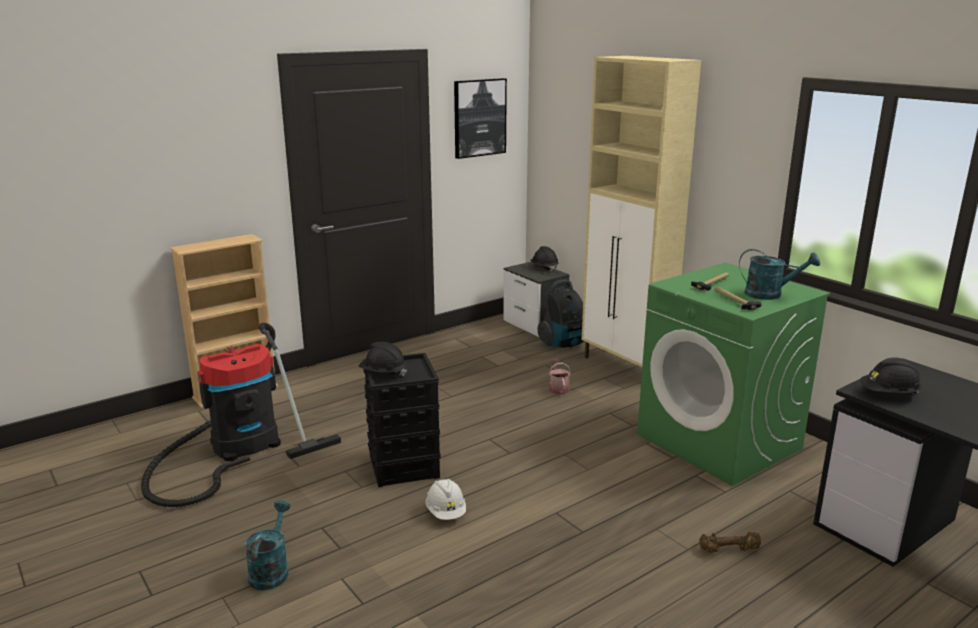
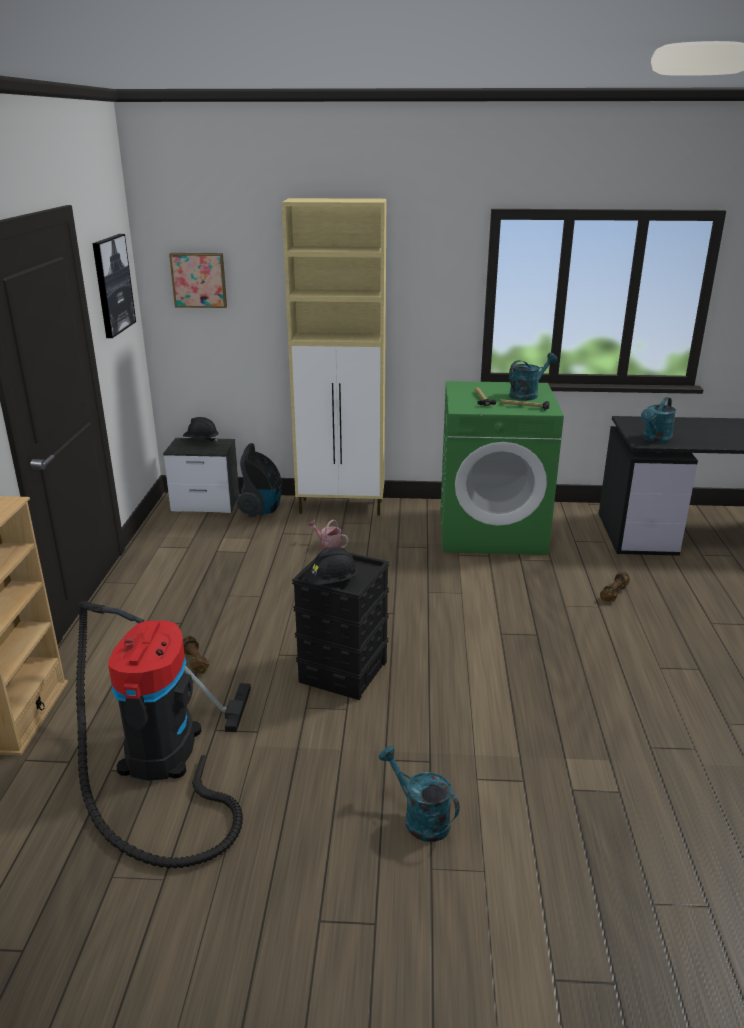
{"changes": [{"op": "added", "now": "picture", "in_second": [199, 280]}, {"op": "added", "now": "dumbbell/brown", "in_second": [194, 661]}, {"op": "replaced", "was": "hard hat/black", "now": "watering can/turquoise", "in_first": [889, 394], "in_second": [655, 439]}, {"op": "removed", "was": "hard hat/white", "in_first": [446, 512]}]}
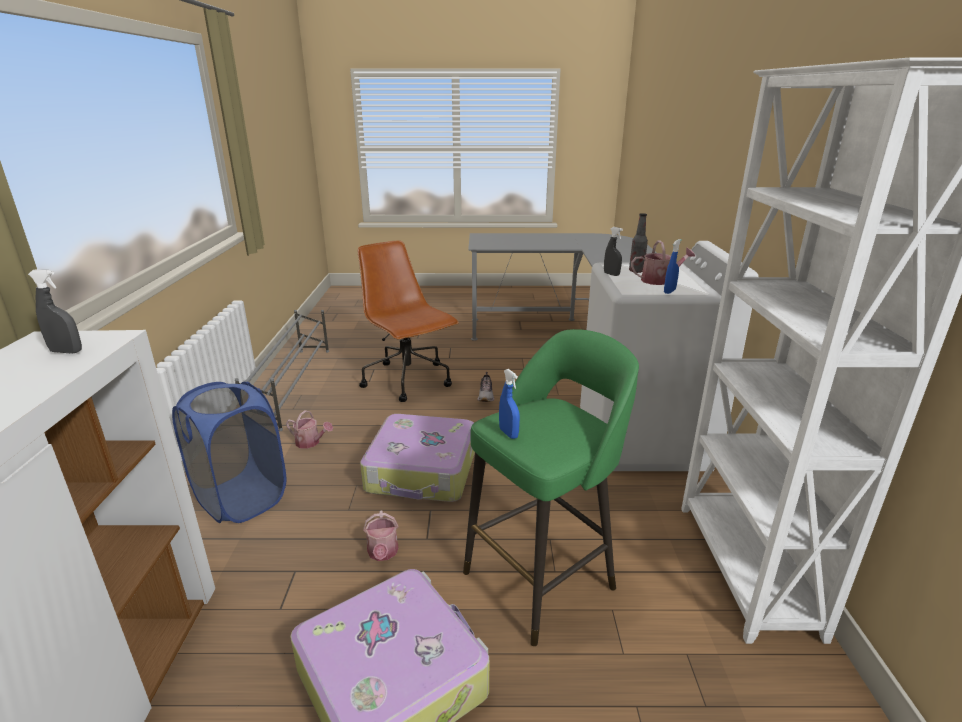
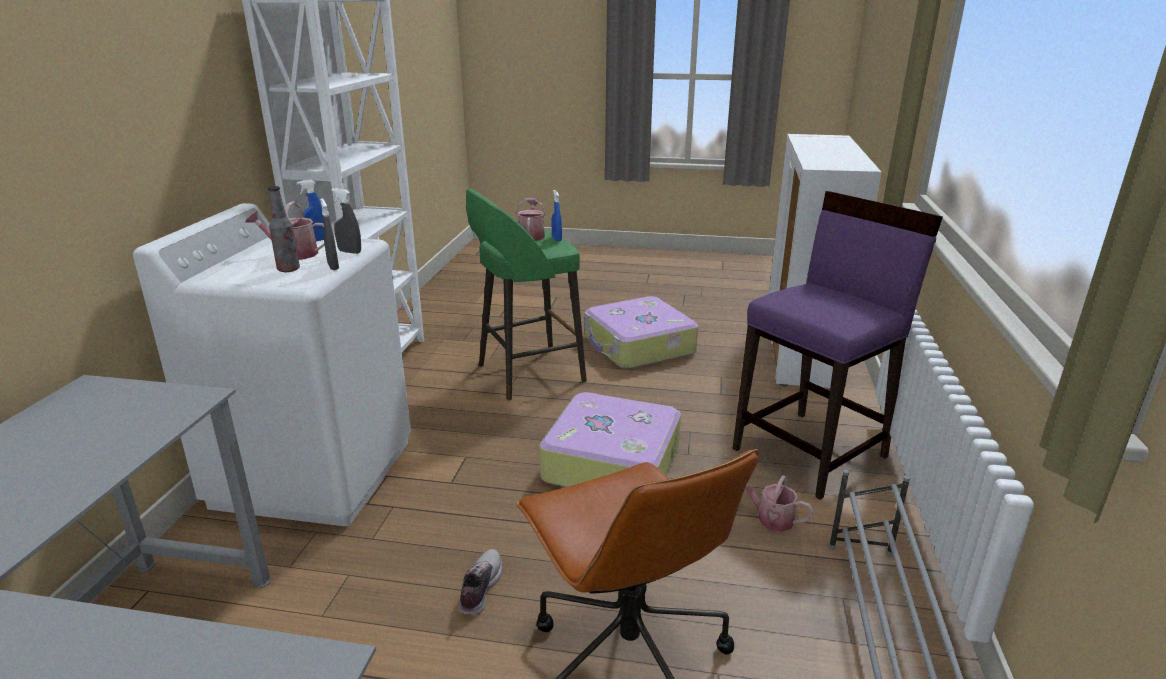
{"changes": [{"op": "moved", "was": "spray bottle/grey", "in_first": [66, 351], "in_second": [350, 252]}, {"op": "moved", "was": "watering can", "in_first": [383, 553], "in_second": [531, 235]}, {"op": "replaced", "was": "laundry basket/blue", "now": "stool/purple", "in_first": [241, 498], "in_second": [811, 452]}]}
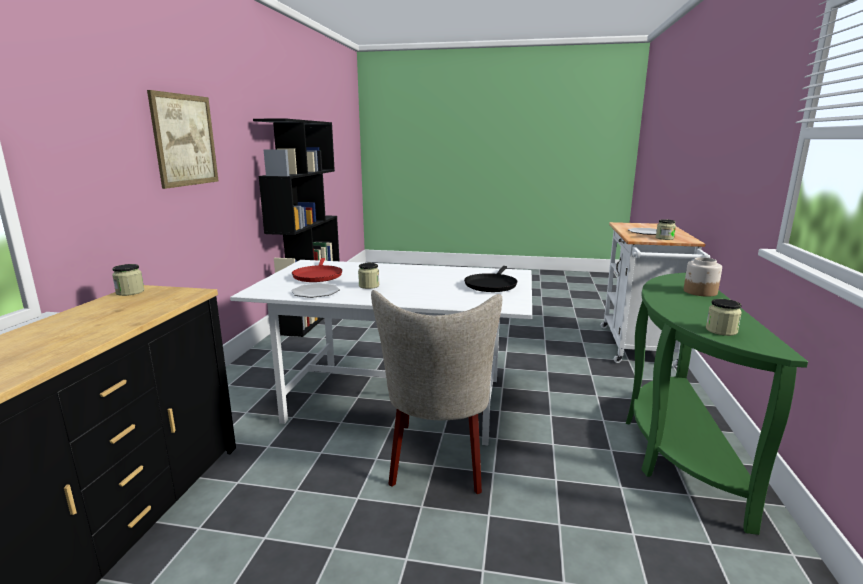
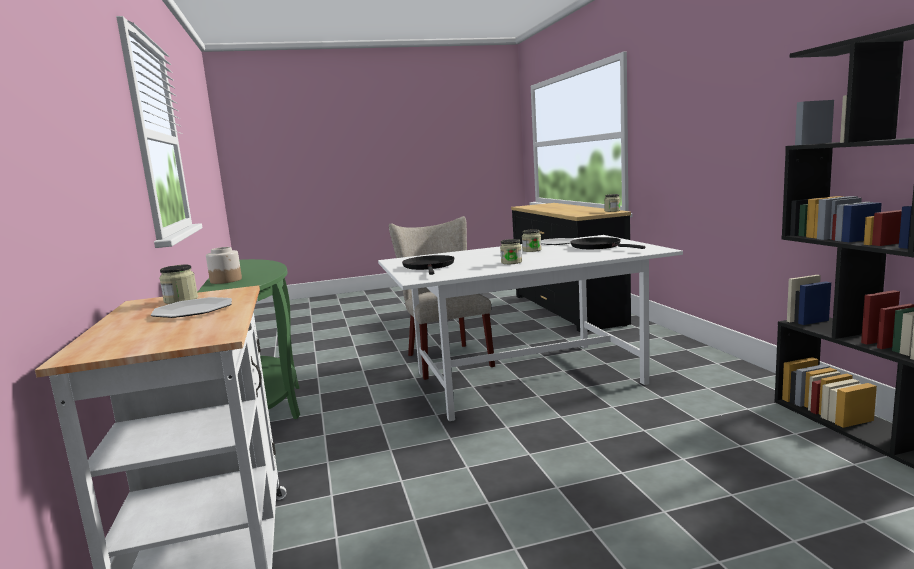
{"changes": [{"op": "moved", "was": "jar", "in_first": [721, 330], "in_second": [511, 262]}, {"op": "recoloured", "was": "frying pan/red", "now": "frying pan/black", "in_first": [317, 276], "in_second": [598, 247]}, {"op": "removed", "was": "picture", "in_first": [185, 140]}]}
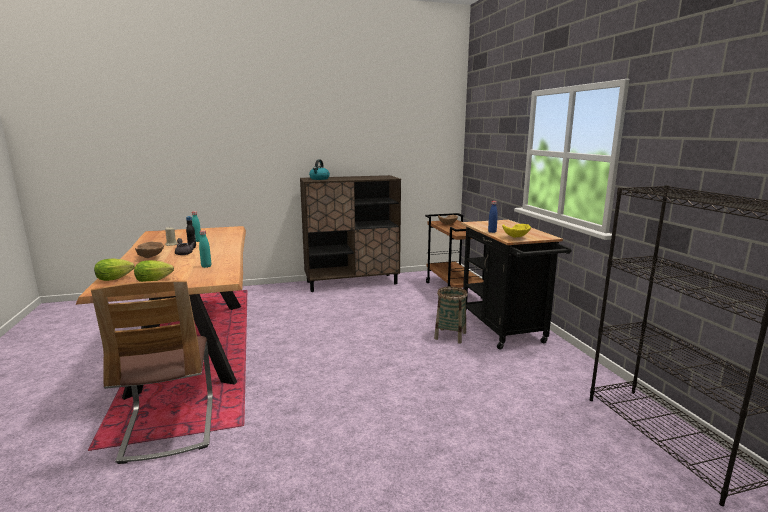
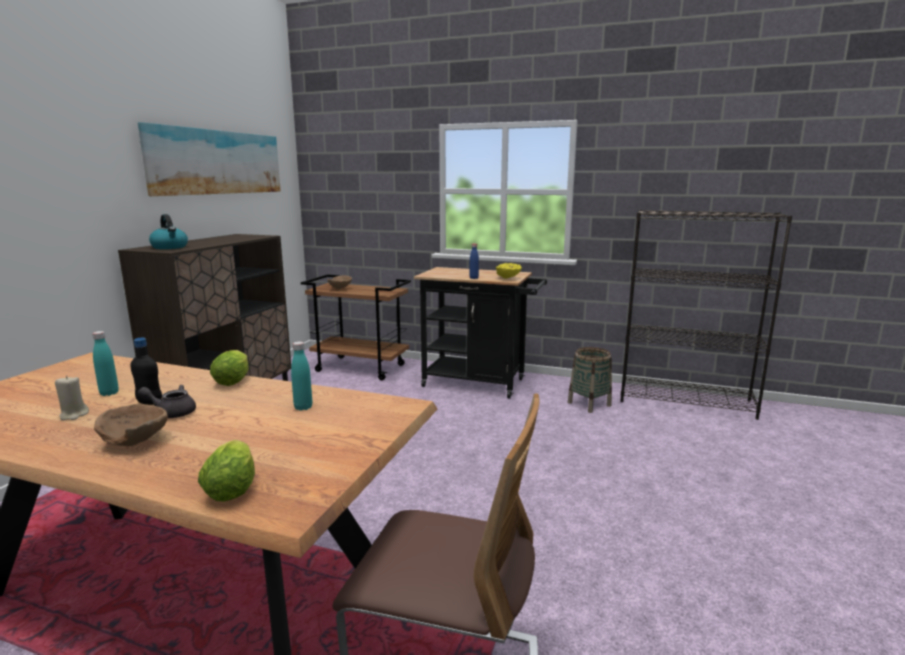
{"changes": [{"op": "added", "now": "picture", "in_second": [217, 162]}, {"op": "moved", "was": "lettuce", "in_first": [156, 280], "in_second": [234, 380]}, {"op": "moved", "was": "basket", "in_first": [450, 336], "in_second": [589, 404]}]}
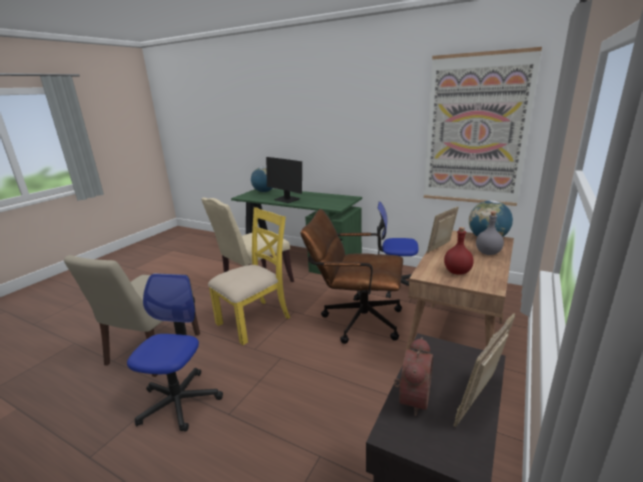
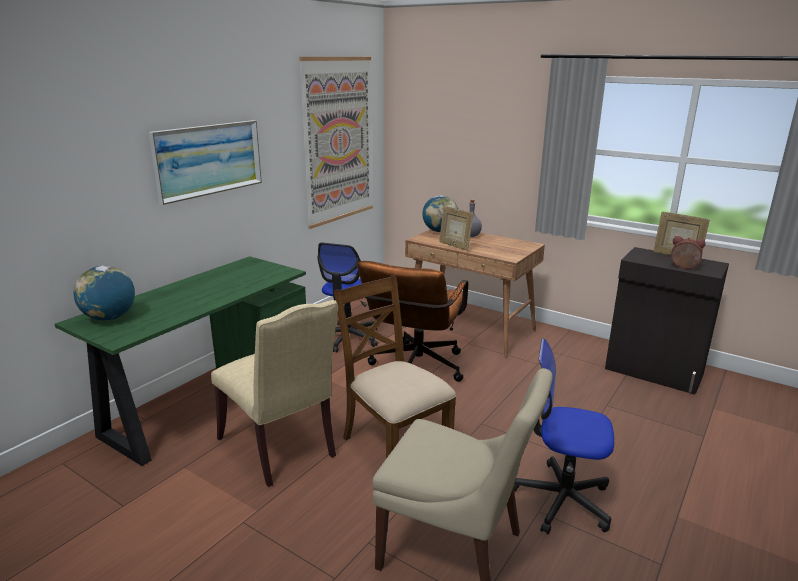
{"changes": [{"op": "added", "now": "picture", "in_second": [208, 159]}, {"op": "recoloured", "was": "chair/yellow", "now": "chair/brown", "in_first": [254, 320], "in_second": [394, 445]}, {"op": "removed", "was": "monitor", "in_first": [287, 199]}, {"op": "removed", "was": "bottle/red", "in_first": [456, 272]}]}
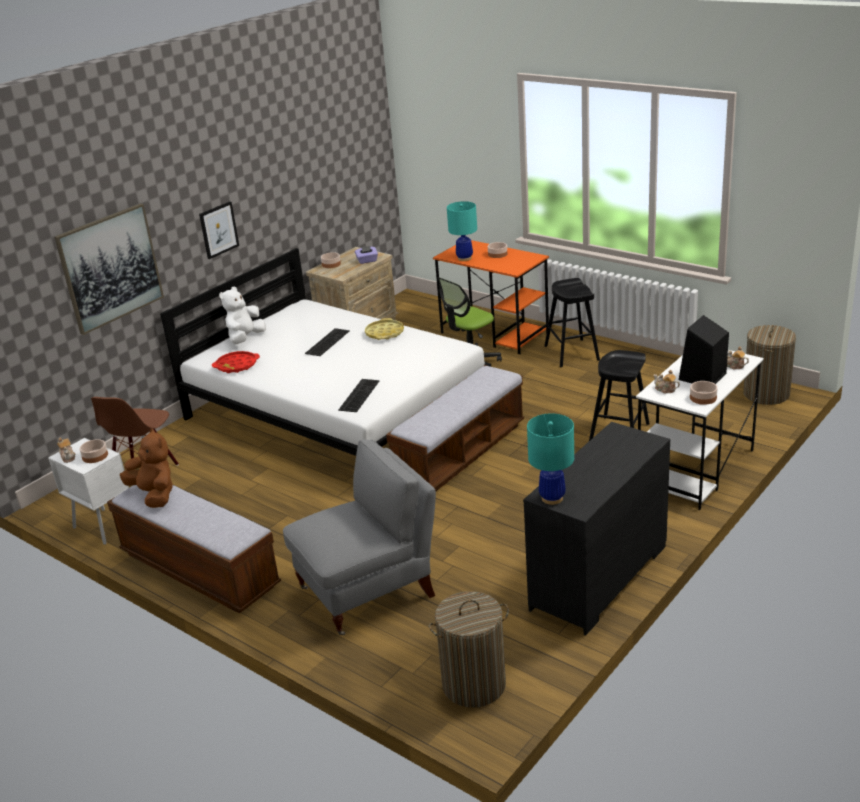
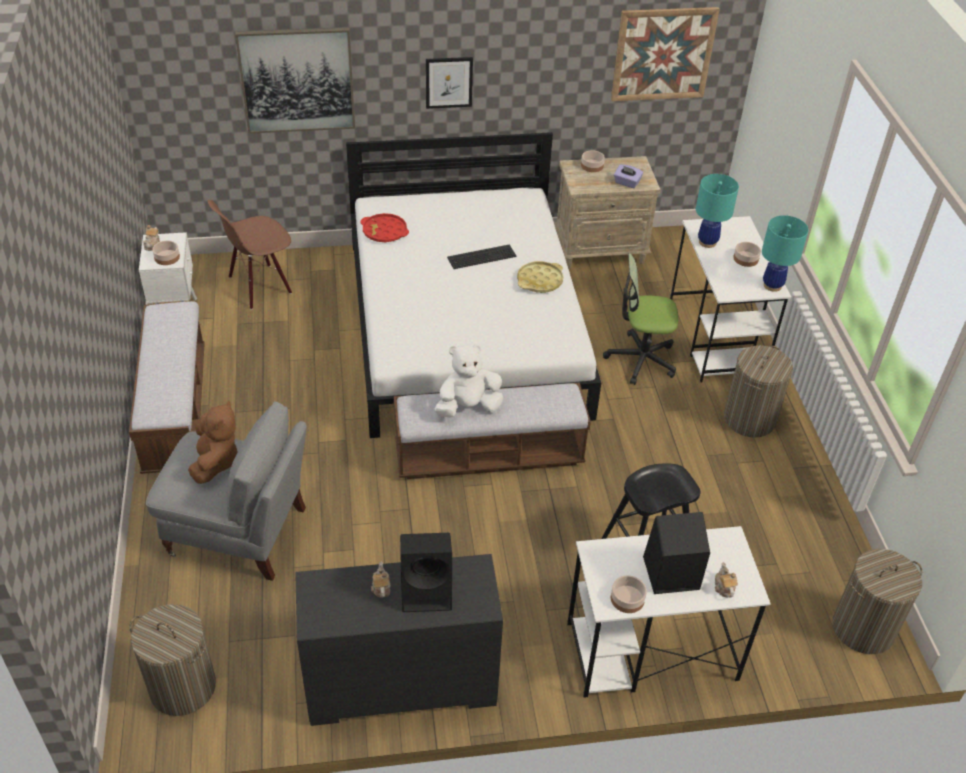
{"changes": [{"op": "moved", "was": "plush toy/brown", "in_first": [154, 495], "in_second": [215, 461]}, {"op": "moved", "was": "teapot", "in_first": [665, 389], "in_second": [381, 587]}, {"op": "added", "now": "speaker/black", "in_second": [428, 591]}, {"op": "moved", "was": "plush toy/white", "in_first": [245, 338], "in_second": [468, 407]}, {"op": "added", "now": "picture", "in_second": [663, 54]}, {"op": "recoloured", "was": "desk/orange", "now": "desk/white", "in_first": [495, 333], "in_second": [716, 339]}, {"op": "replaced", "was": "stool/black", "now": "laundry basket", "in_first": [571, 353], "in_second": [749, 419]}, {"op": "moved", "was": "table lamp/turquoise", "in_first": [552, 498], "in_second": [772, 285]}, {"op": "removed", "was": "keyboard", "in_first": [358, 395]}]}
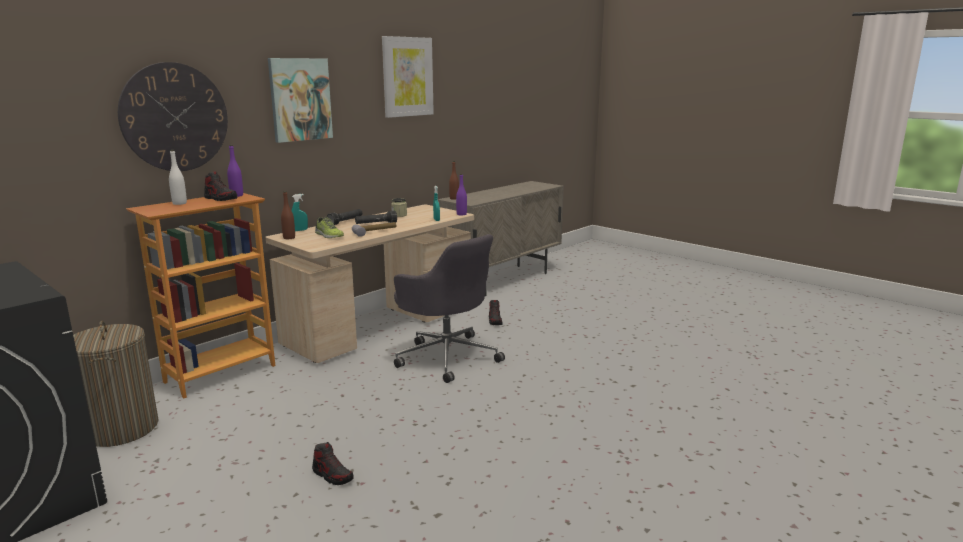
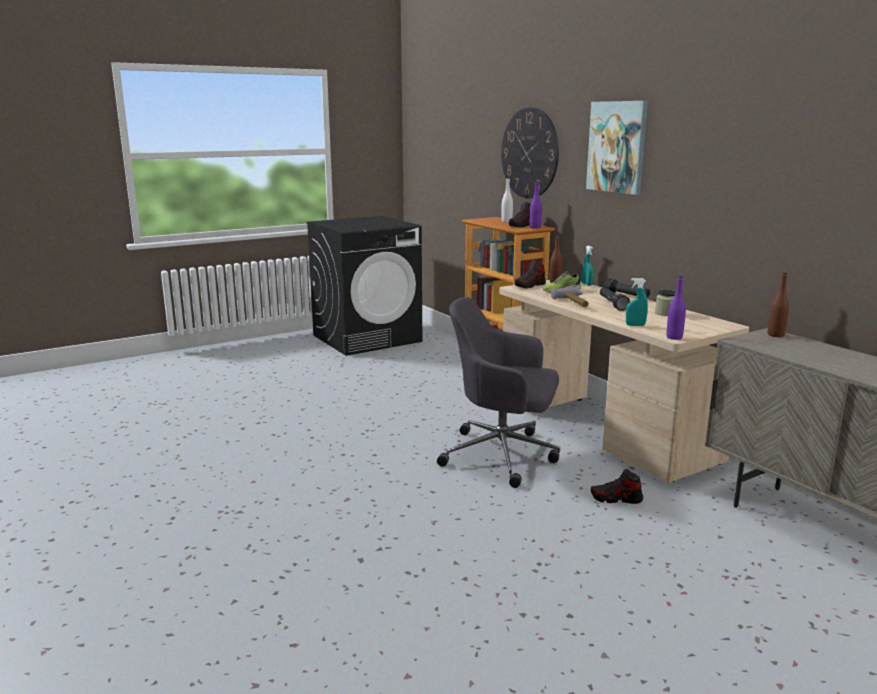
{"changes": [{"op": "turned", "was": "office chair/grey", "in_first": [447, 356], "in_second": [502, 455], "clockwise": 45}, {"op": "moved", "was": "shoe", "in_first": [332, 475], "in_second": [530, 285]}, {"op": "removed", "was": "laundry basket", "in_first": [121, 428]}, {"op": "removed", "was": "picture", "in_first": [407, 77]}]}
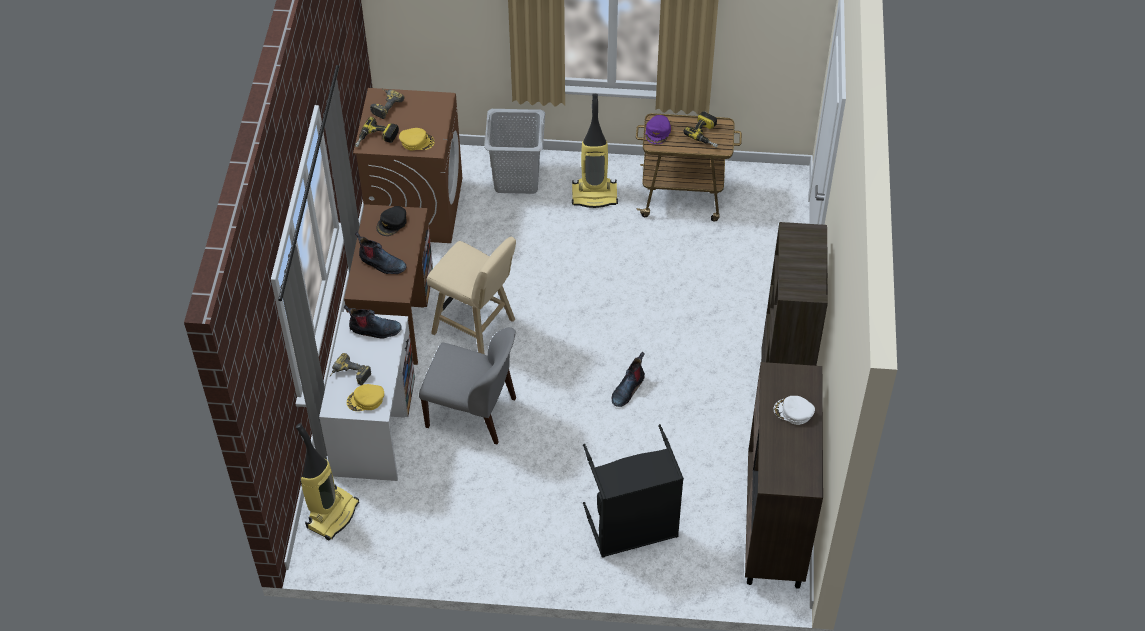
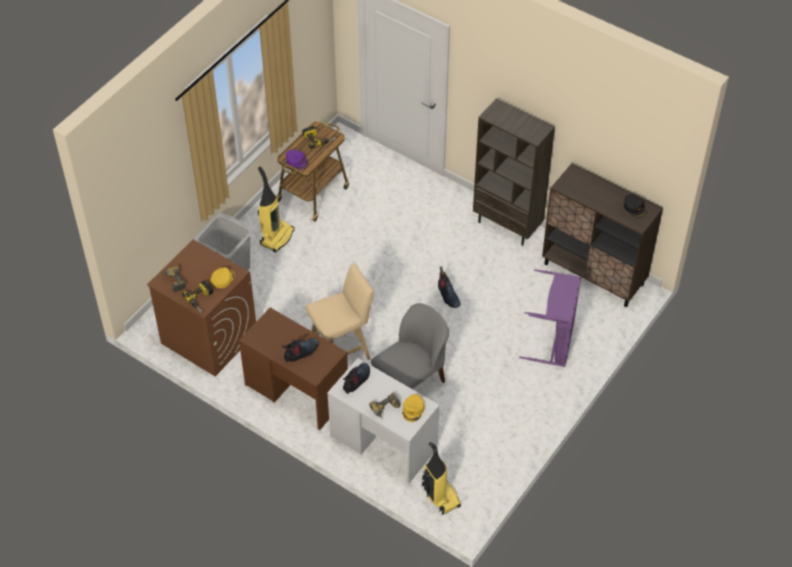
{"changes": [{"op": "recoloured", "was": "laundry basket/black", "now": "laundry basket/purple", "in_first": [633, 529], "in_second": [554, 342]}, {"op": "moved", "was": "cap/black", "in_first": [392, 223], "in_second": [635, 207]}, {"op": "removed", "was": "cap/white", "in_first": [793, 412]}]}
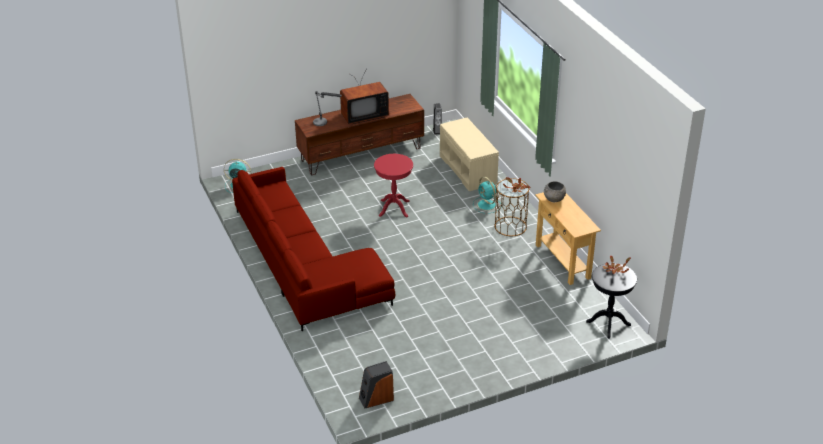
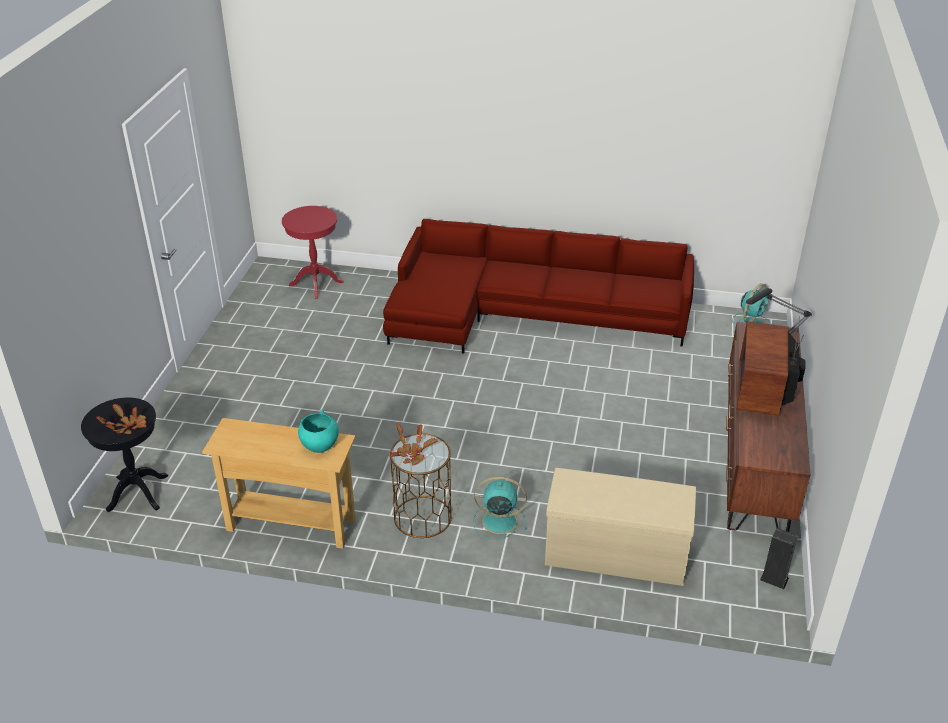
{"changes": [{"op": "moved", "was": "side table/red", "in_first": [394, 208], "in_second": [316, 283]}, {"op": "recoloured", "was": "bowl/grey", "now": "bowl/turquoise", "in_first": [554, 199], "in_second": [319, 445]}, {"op": "removed", "was": "speaker", "in_first": [376, 398]}]}
